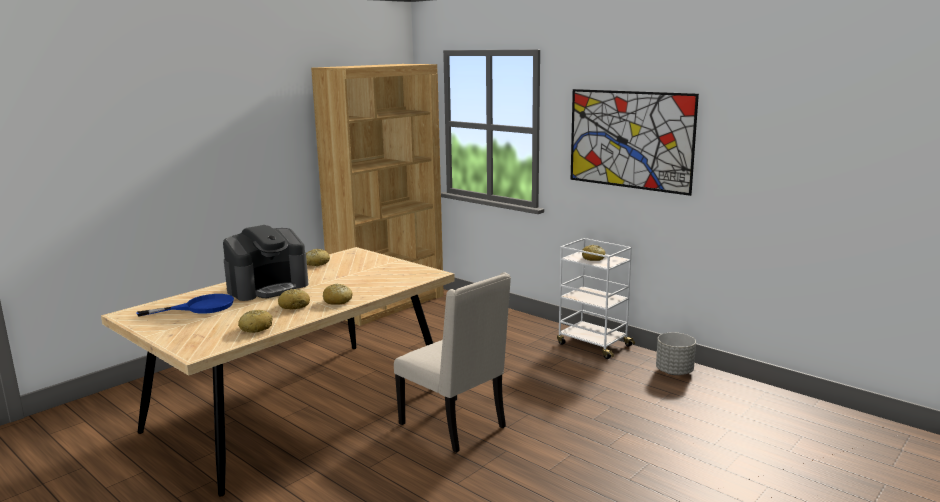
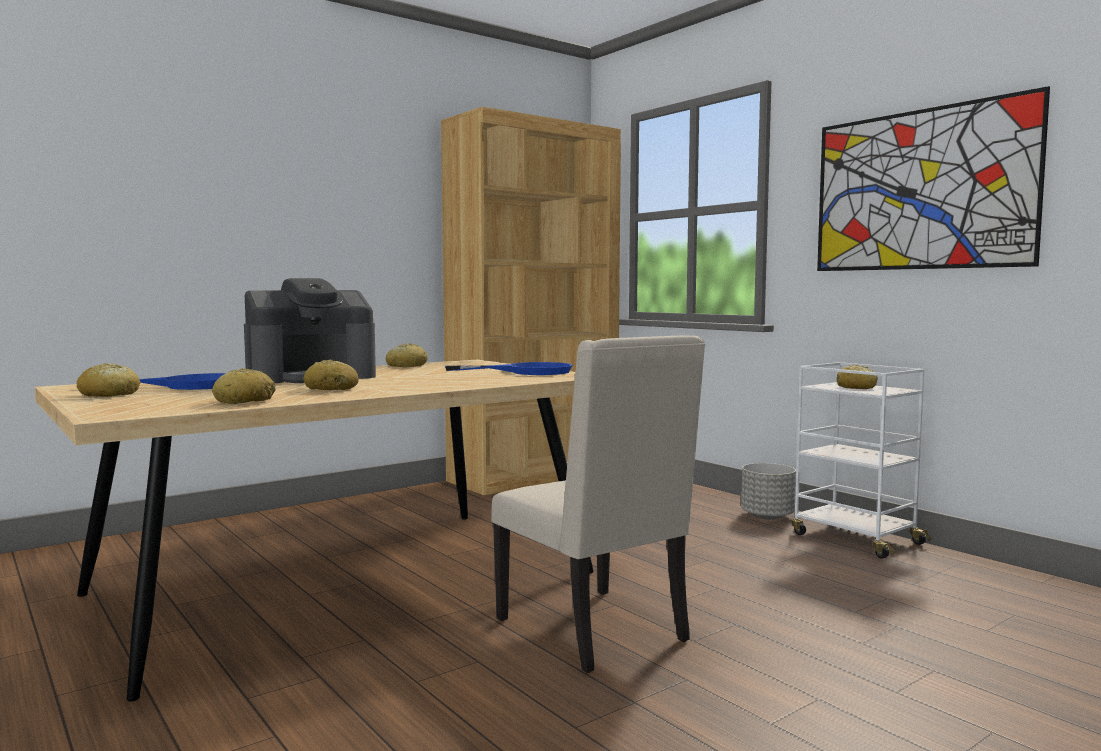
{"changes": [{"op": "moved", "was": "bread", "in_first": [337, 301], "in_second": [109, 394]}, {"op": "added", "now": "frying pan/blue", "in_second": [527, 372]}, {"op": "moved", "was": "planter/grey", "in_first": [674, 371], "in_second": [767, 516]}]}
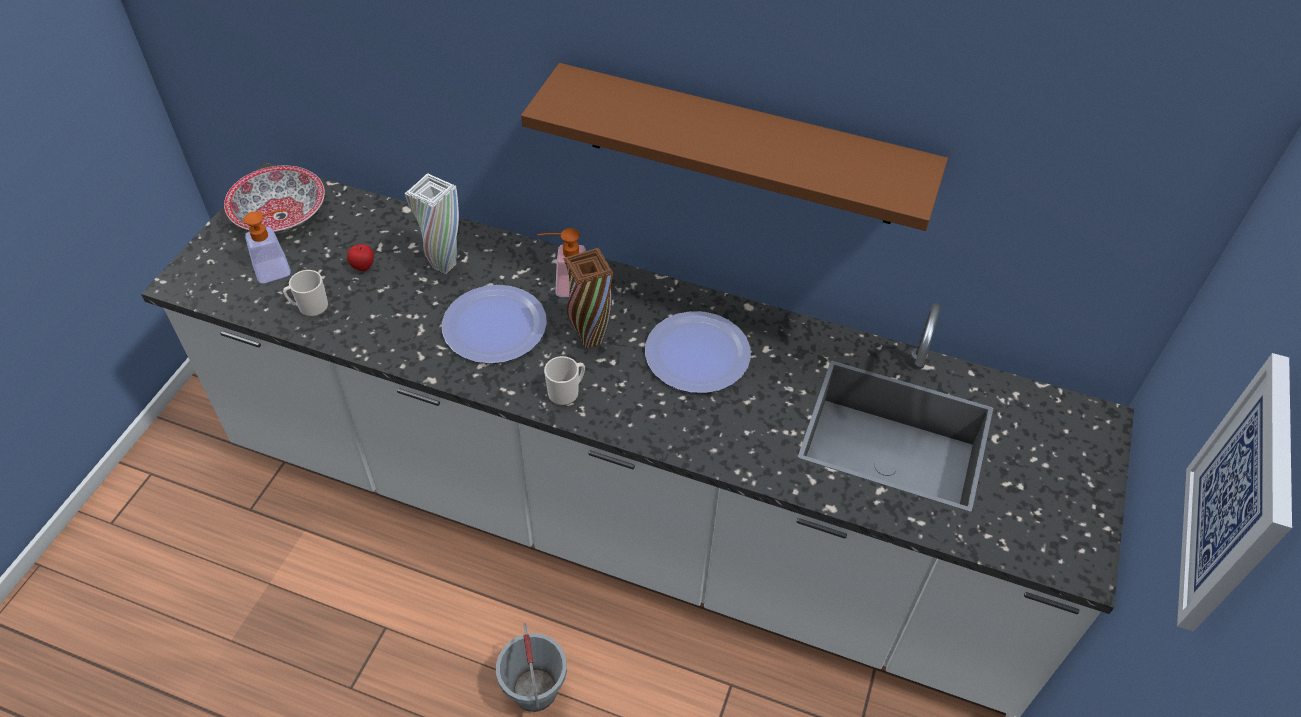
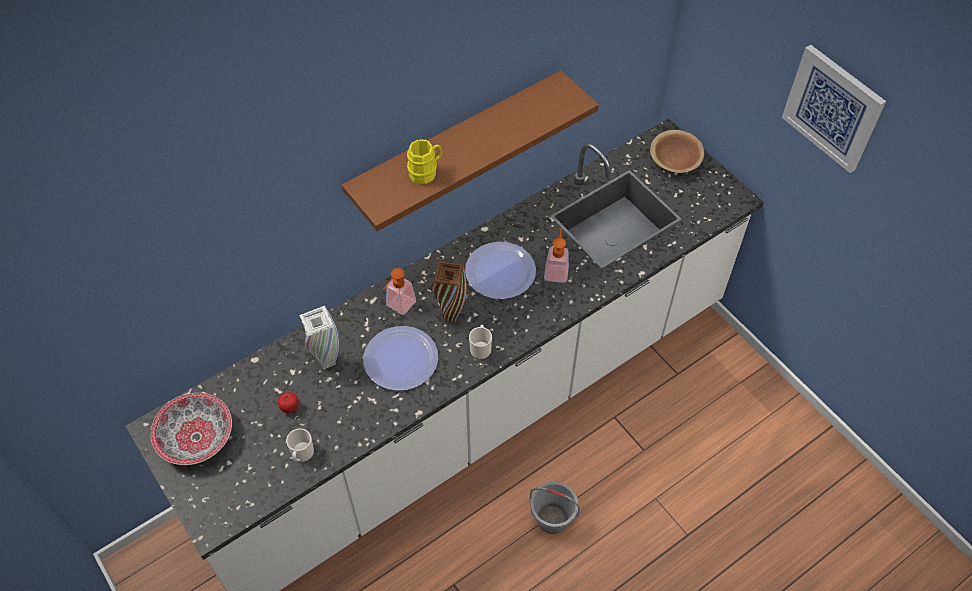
{"changes": [{"op": "added", "now": "mug/yellow", "in_second": [426, 172]}, {"op": "moved", "was": "soap dispenser", "in_first": [280, 268], "in_second": [556, 269]}, {"op": "added", "now": "bowl/brown", "in_second": [674, 161]}]}
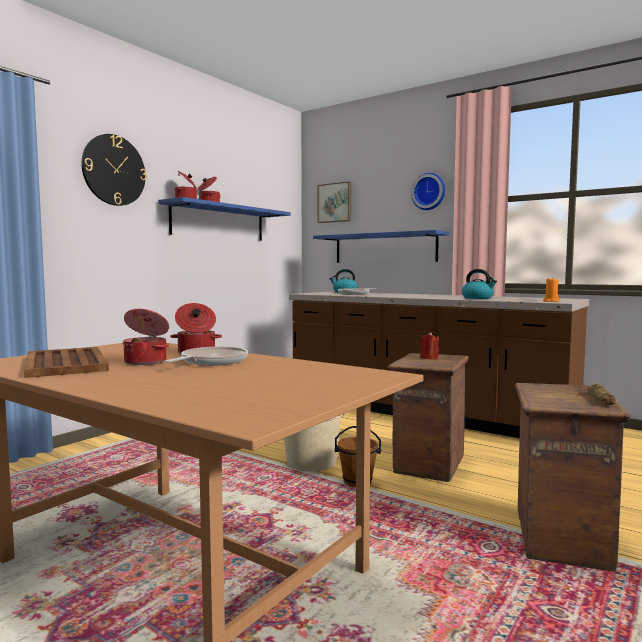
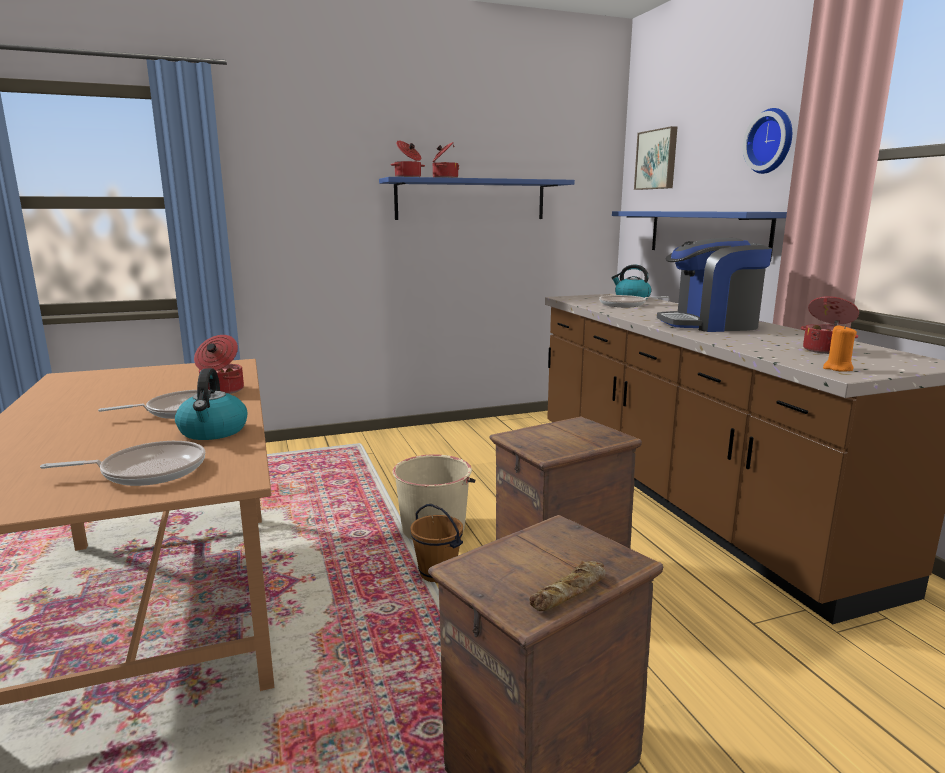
{"changes": [{"op": "added", "now": "frying pan", "in_second": [147, 471]}, {"op": "moved", "was": "kettle", "in_first": [478, 298], "in_second": [213, 431]}, {"op": "added", "now": "coffee machine", "in_second": [710, 325]}, {"op": "moved", "was": "cooking pot", "in_first": [146, 361], "in_second": [826, 350]}, {"op": "removed", "was": "tray/brown", "in_first": [65, 364]}, {"op": "removed", "was": "wall clock", "in_first": [114, 170]}, {"op": "removed", "was": "candle/red", "in_first": [429, 358]}]}
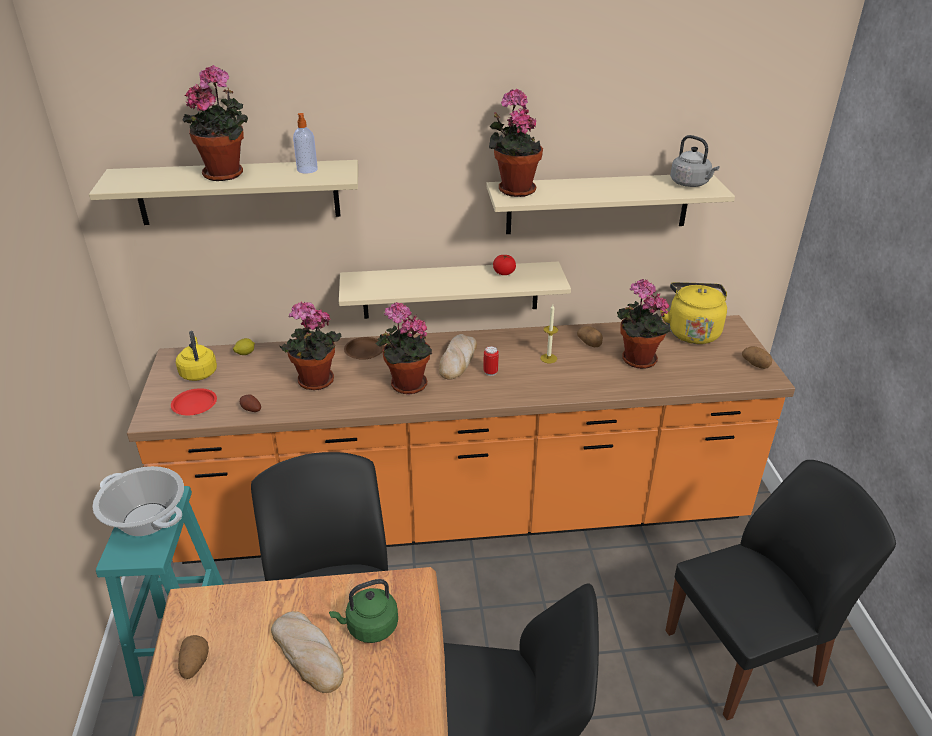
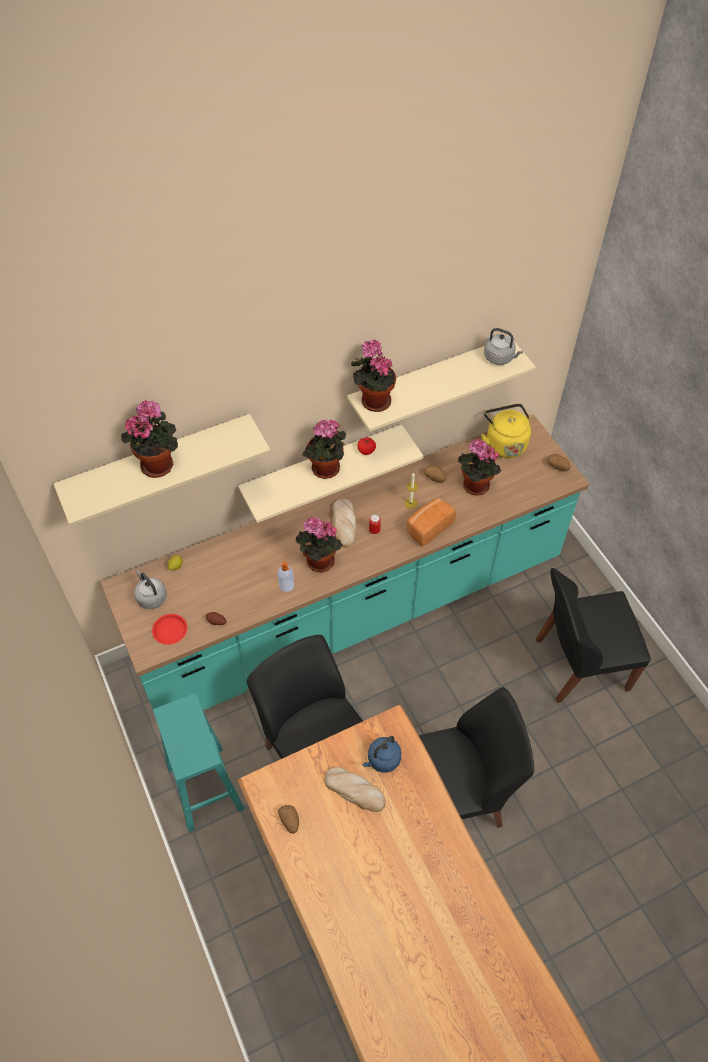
{"changes": [{"op": "recoloured", "was": "counter/orange", "now": "counter/turquoise", "in_first": [465, 514], "in_second": [353, 612]}, {"op": "recoloured", "was": "kettle/yellow", "now": "kettle/grey", "in_first": [198, 372], "in_second": [151, 597]}, {"op": "moved", "was": "soap dispenser", "in_first": [307, 170], "in_second": [287, 586]}, {"op": "moved", "was": "potted plant", "in_first": [314, 383], "in_second": [326, 471]}, {"op": "recoloured", "was": "kettle/green", "now": "kettle/blue", "in_first": [369, 627], "in_second": [382, 760]}, {"op": "added", "now": "bread", "in_second": [428, 527]}, {"op": "turned", "was": "chair/black", "in_first": [745, 656], "in_second": [578, 664], "clockwise": -150}, {"op": "removed", "was": "cooking pot", "in_first": [147, 519]}, {"op": "removed", "was": "plate/brown", "in_first": [364, 351]}]}
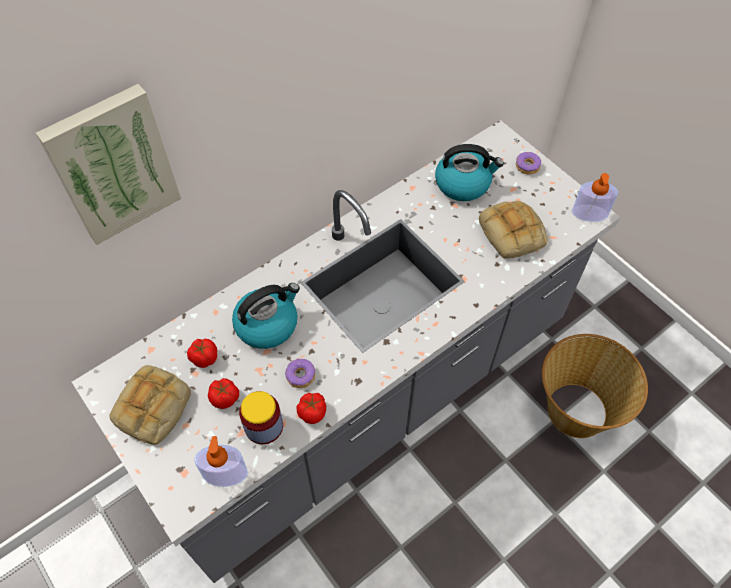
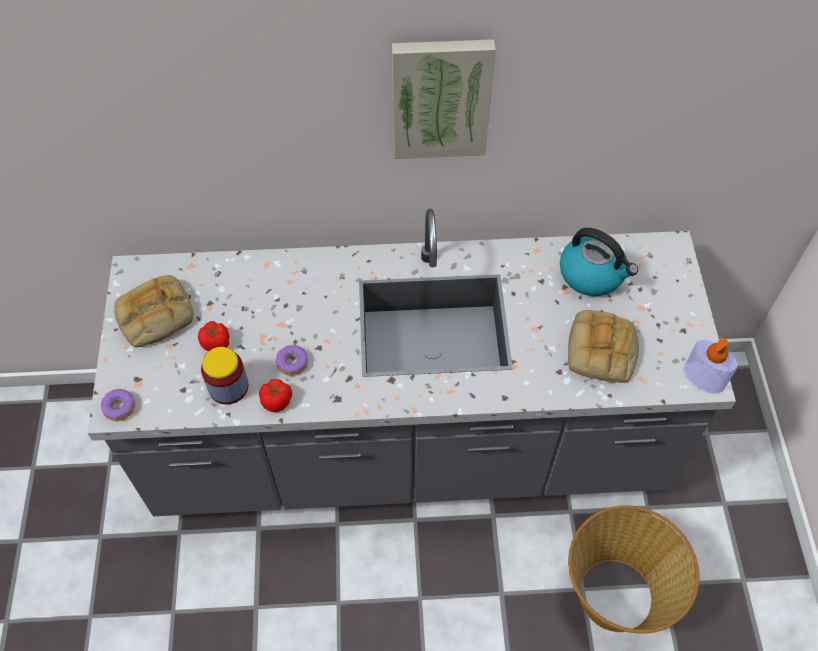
{"changes": [{"op": "moved", "was": "donut", "in_first": [527, 166], "in_second": [119, 408]}, {"op": "moved", "was": "picture", "in_first": [112, 164], "in_second": [440, 97]}, {"op": "removed", "was": "tomato", "in_first": [204, 358]}, {"op": "removed", "was": "soap dispenser", "in_first": [225, 473]}, {"op": "removed", "was": "kettle", "in_first": [267, 324]}]}
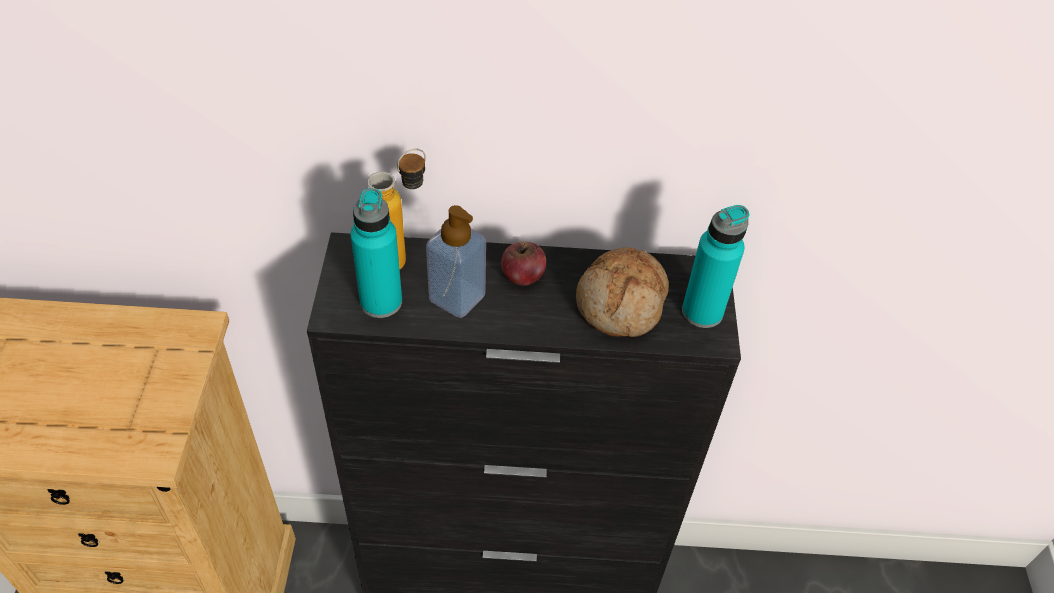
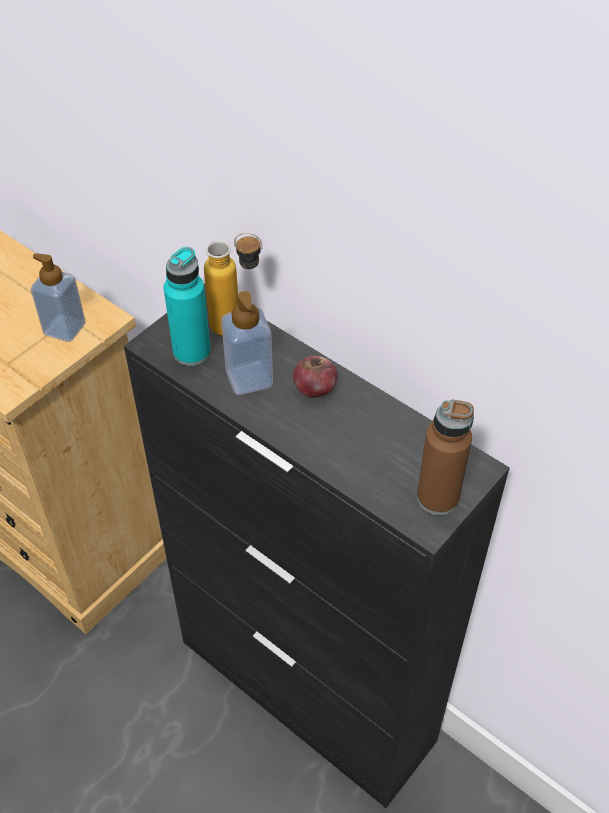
{"changes": [{"op": "added", "now": "soap dispenser", "in_second": [64, 328]}, {"op": "recoloured", "was": "bottle/turquoise", "now": "bottle/brown", "in_first": [702, 312], "in_second": [437, 498]}, {"op": "removed", "was": "bread", "in_first": [622, 303]}]}
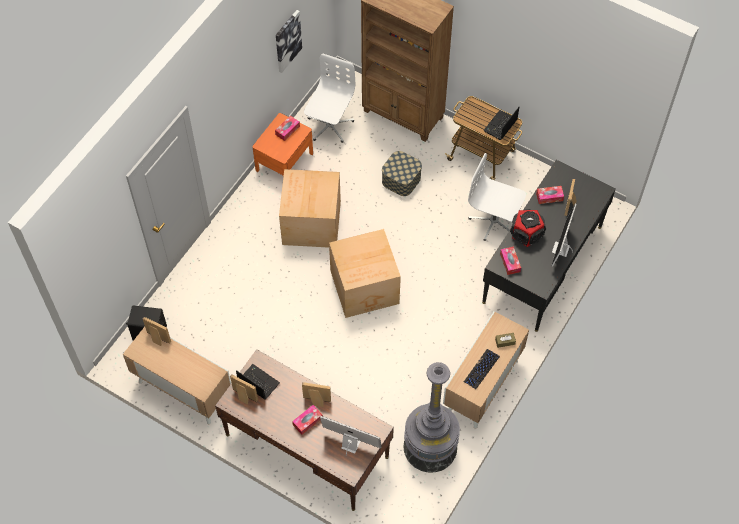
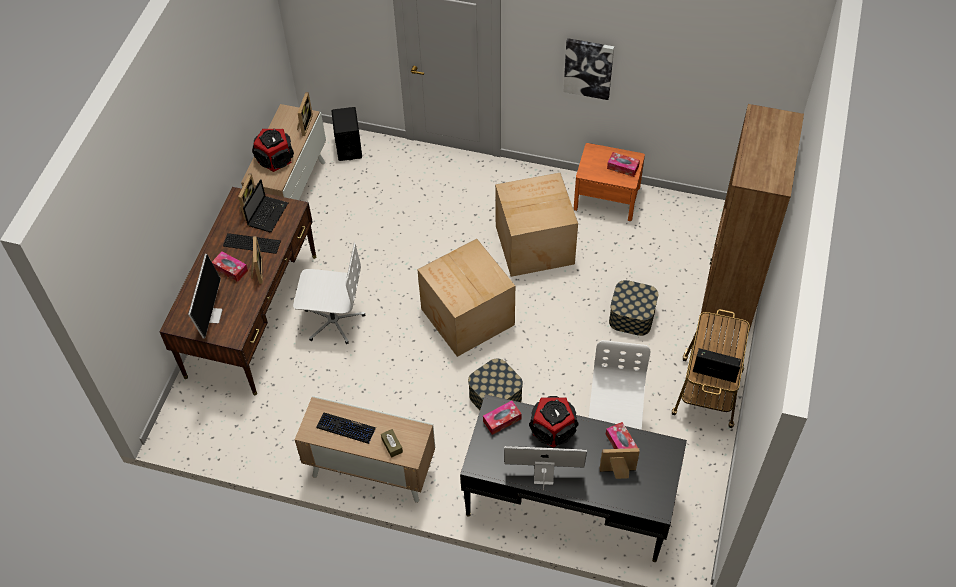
{"changes": [{"op": "added", "now": "keyboard", "in_second": [251, 242]}, {"op": "added", "now": "speaker", "in_second": [275, 158]}, {"op": "moved", "was": "office chair/white", "in_first": [329, 125], "in_second": [333, 320]}, {"op": "added", "now": "storage box", "in_second": [495, 396]}, {"op": "moved", "was": "picture", "in_first": [287, 40], "in_second": [588, 68]}, {"op": "removed", "was": "floor lamp/grey", "in_first": [430, 447]}]}
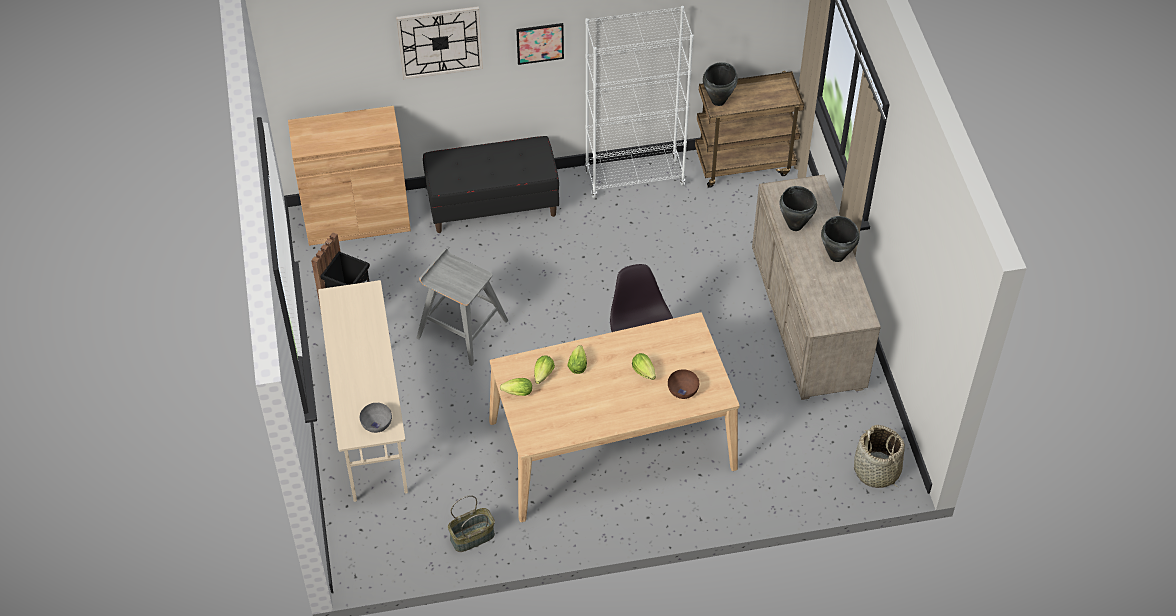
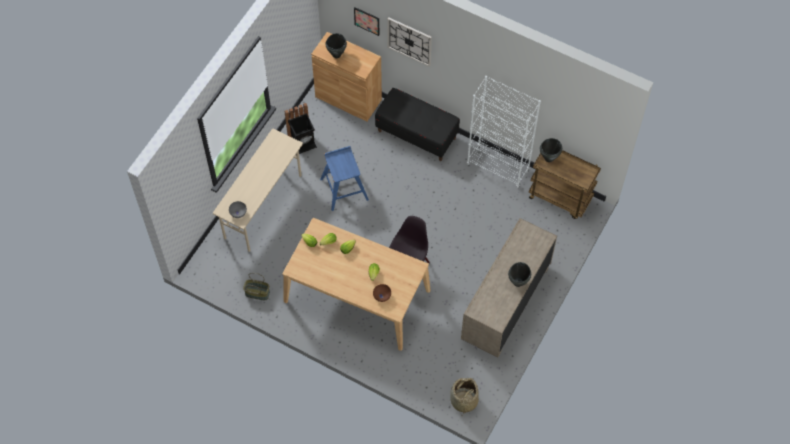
{"changes": [{"op": "recoloured", "was": "stool/grey", "now": "stool/blue", "in_first": [461, 328], "in_second": [344, 189]}, {"op": "moved", "was": "cooking pot/black", "in_first": [795, 225], "in_second": [336, 55]}, {"op": "moved", "was": "picture", "in_first": [540, 43], "in_second": [367, 21]}]}
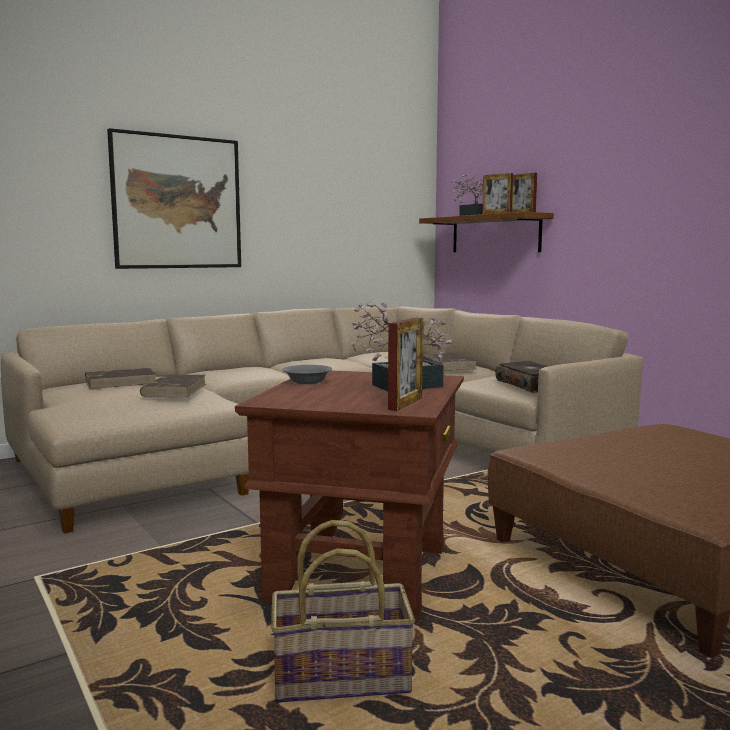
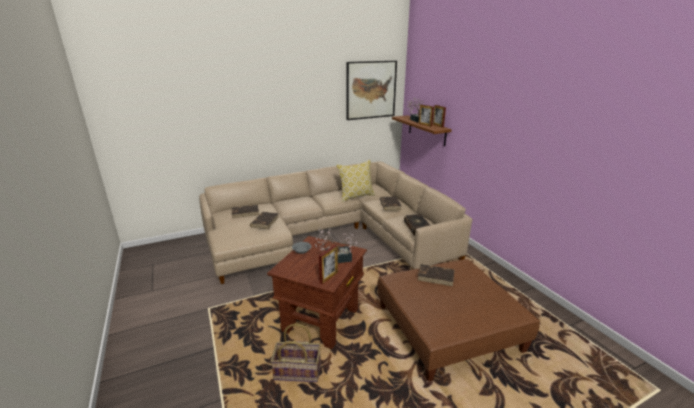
{"changes": [{"op": "added", "now": "pillow", "in_second": [356, 196]}, {"op": "moved", "was": "picture", "in_first": [177, 202], "in_second": [371, 90]}, {"op": "added", "now": "book/brown", "in_second": [436, 276]}]}
